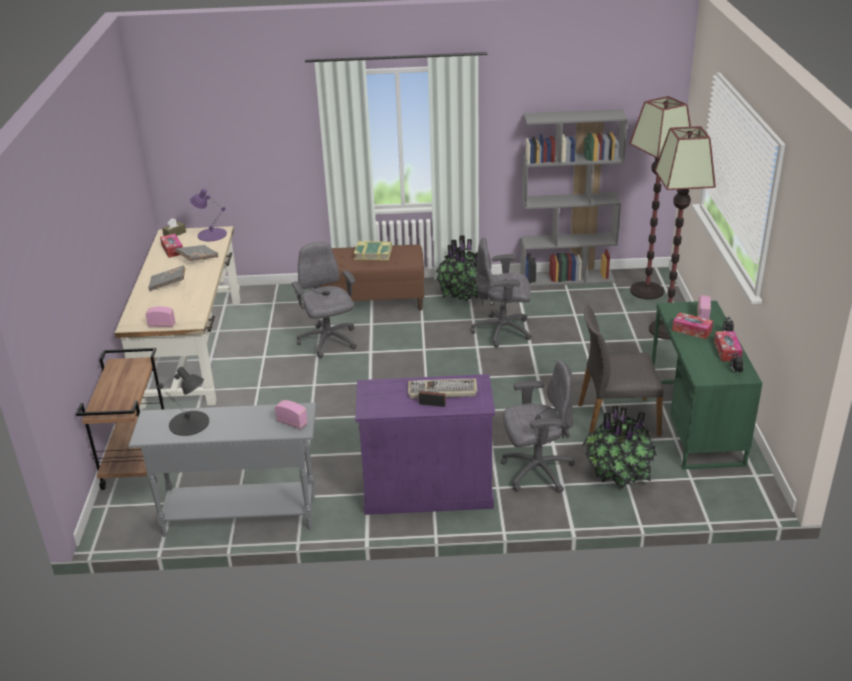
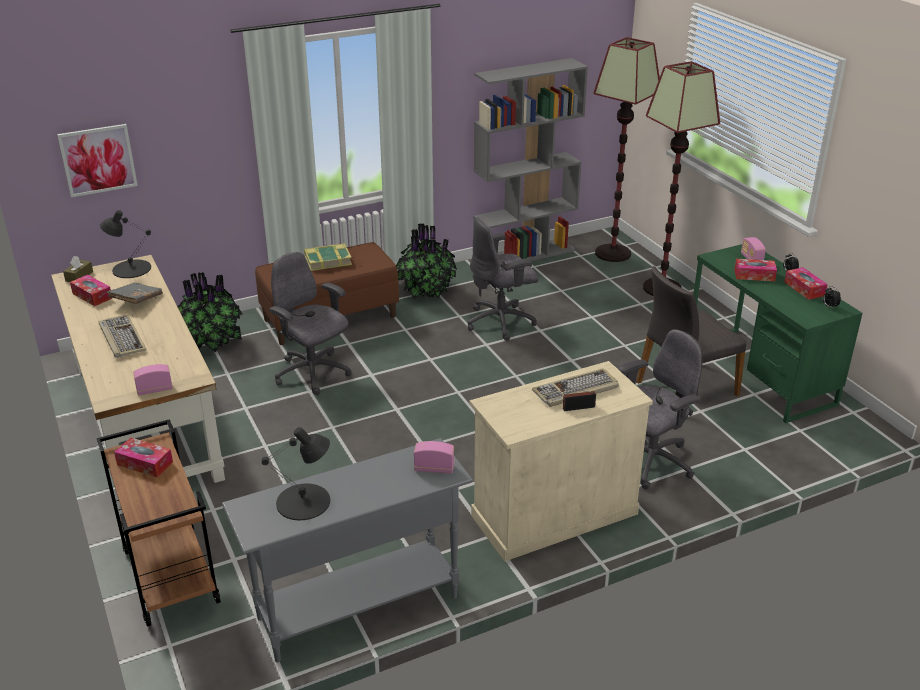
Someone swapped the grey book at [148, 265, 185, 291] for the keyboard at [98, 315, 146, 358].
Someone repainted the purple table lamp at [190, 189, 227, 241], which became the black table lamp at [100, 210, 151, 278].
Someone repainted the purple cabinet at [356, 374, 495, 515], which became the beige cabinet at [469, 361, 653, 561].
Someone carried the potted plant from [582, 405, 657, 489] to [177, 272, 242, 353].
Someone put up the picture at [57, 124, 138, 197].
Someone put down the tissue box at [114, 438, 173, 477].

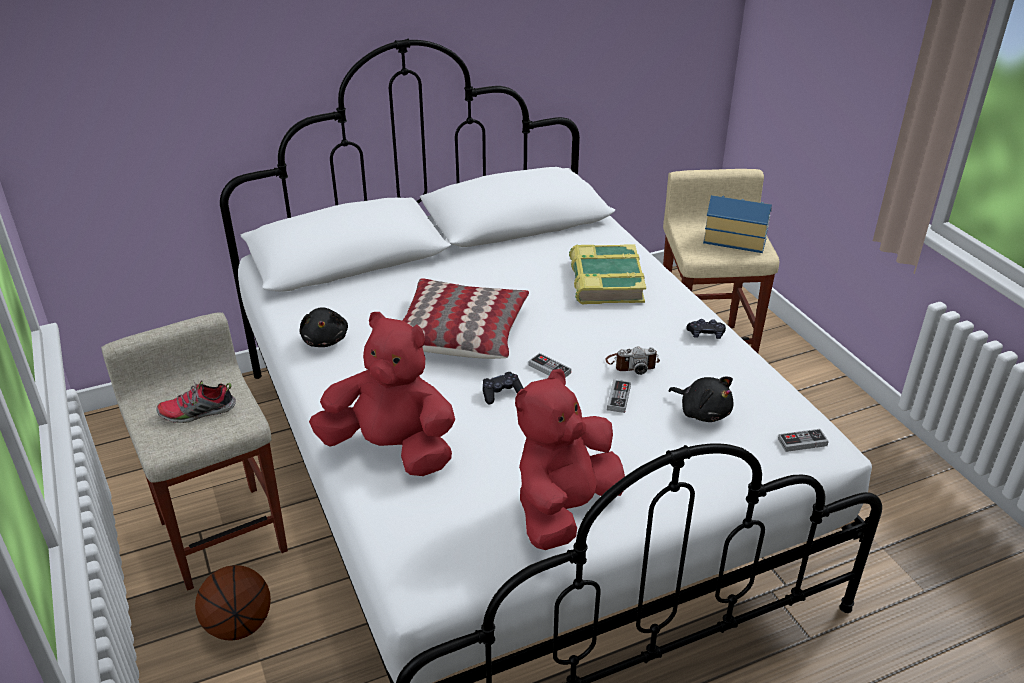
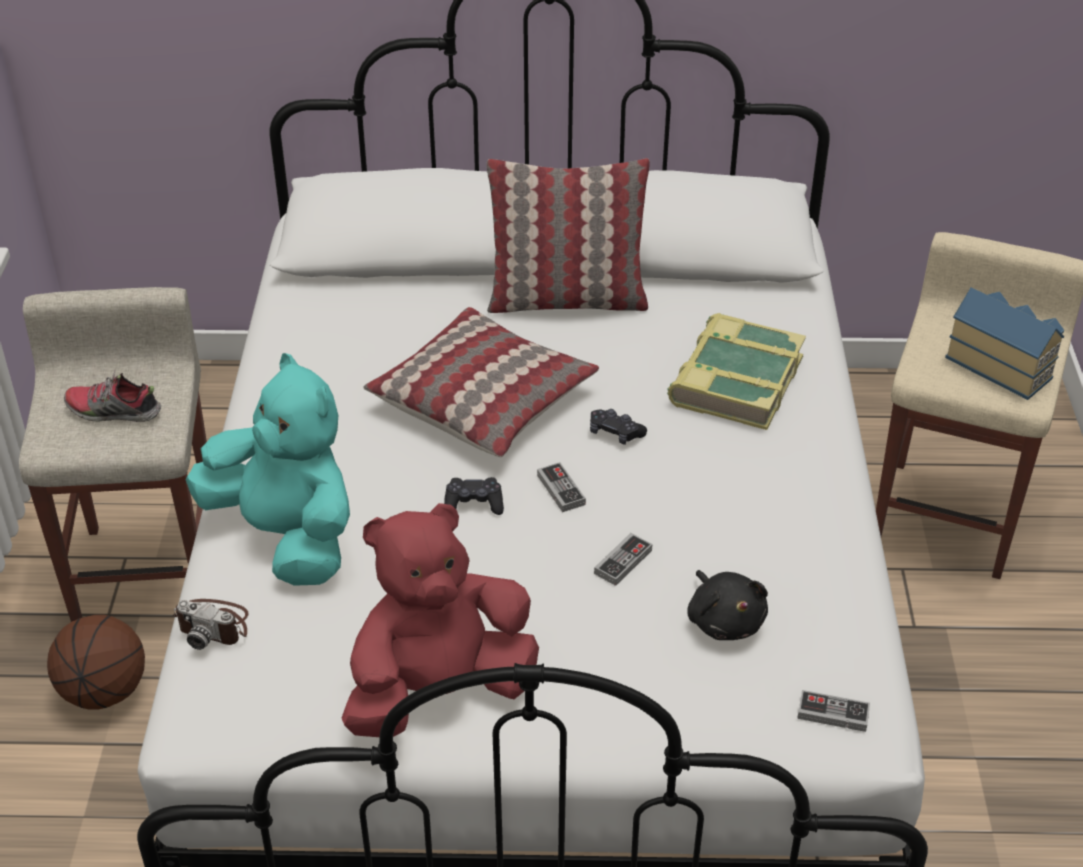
Someone took away the black plush toy at [299, 307, 348, 347].
Someone repainted the red plush toy at [309, 312, 455, 476], which became the turquoise plush toy at [186, 353, 350, 586].
Someone carried the photo camera from [605, 346, 660, 375] to [172, 599, 249, 650].
Someone carried the black game controller from [686, 319, 726, 339] to [590, 409, 647, 445].
Someone put down the pillow at [487, 158, 650, 313].

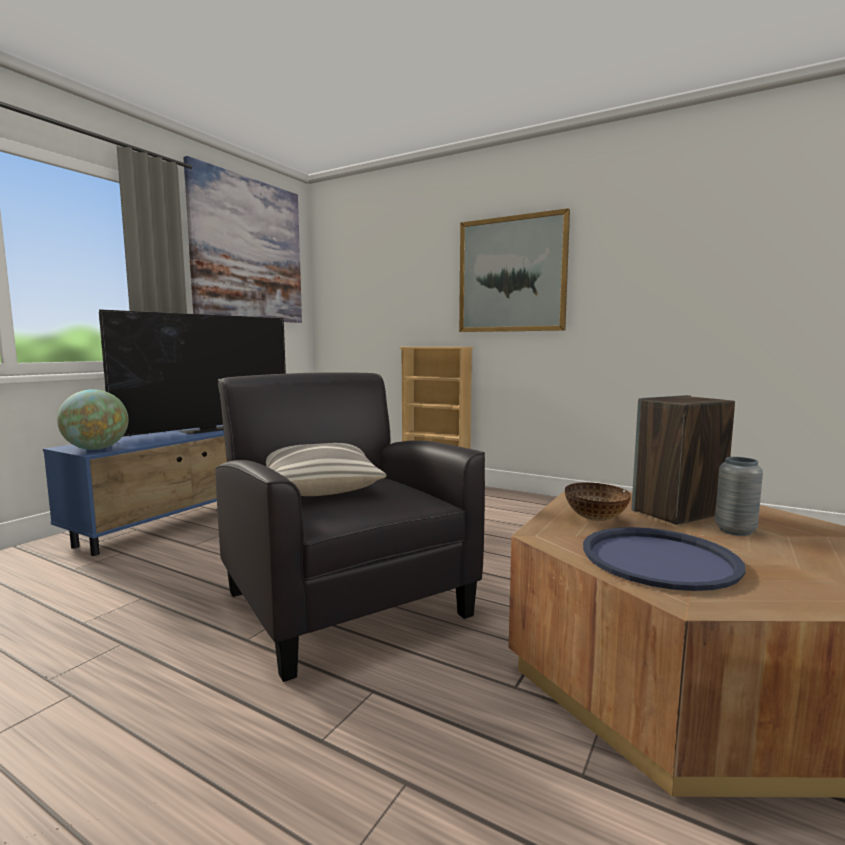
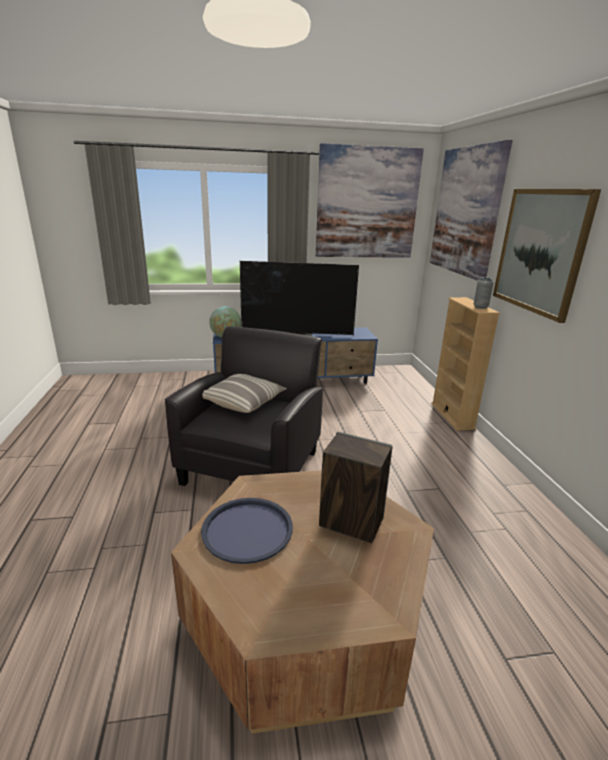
Someone took away the bowl at [565, 482, 631, 521].
Someone carried the grey vase from [715, 457, 763, 536] to [474, 277, 493, 309].
Someone put up the picture at [430, 140, 513, 281].

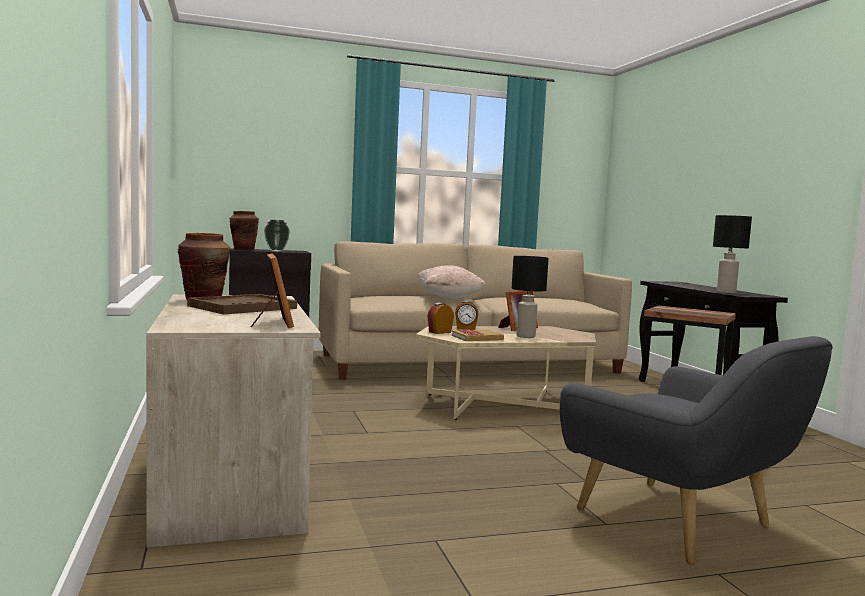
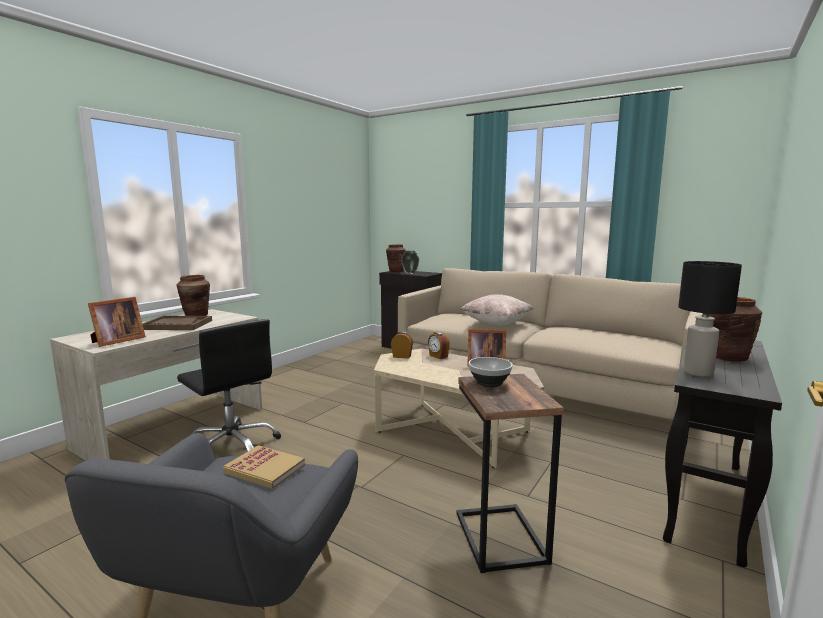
Someone carried the book from [452, 330, 504, 341] to [223, 445, 305, 489].
Someone took away the black table lamp at [512, 256, 549, 338].
Someone put down the black office chair at [177, 319, 281, 451].
Someone put down the bowl at [469, 357, 513, 387].
Someone put down the brown vase at [708, 297, 762, 362].

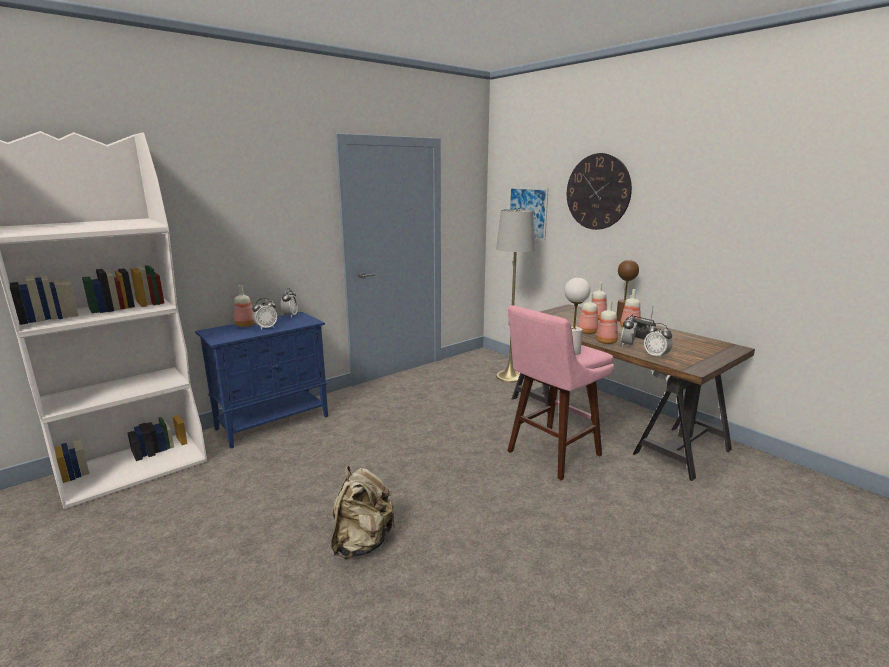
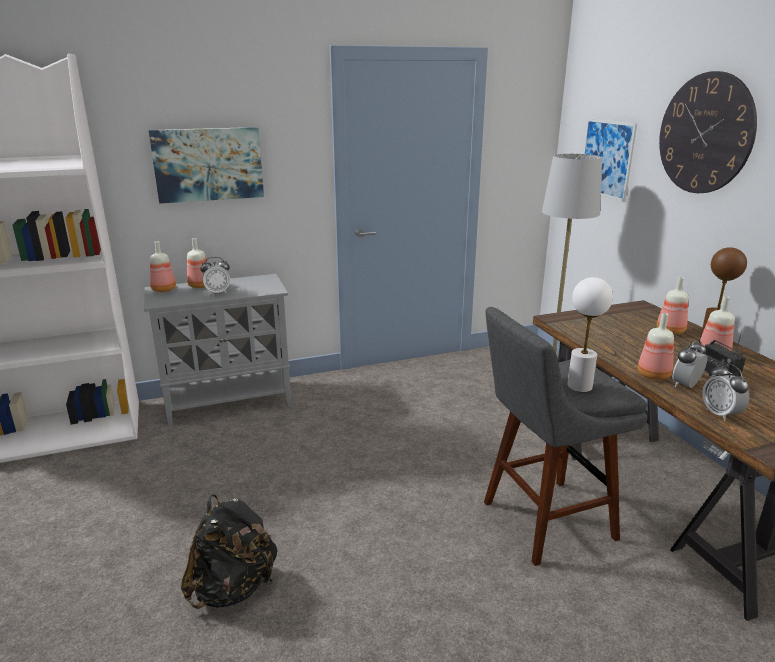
Someone repainted the blue cabinet at [195, 312, 328, 449], which became the grey cabinet at [144, 274, 292, 428].
Someone took away the alarm clock at [281, 288, 298, 318].
Someone repainted the beige backpack at [331, 466, 395, 560], which became the black backpack at [181, 494, 277, 609].
Someone repainted the pink stool at [508, 305, 614, 480], which became the grey stool at [484, 307, 647, 566].
Someone carried the bottle from [578, 293, 598, 334] to [150, 241, 176, 292].
Someone put up the picture at [149, 127, 264, 204].

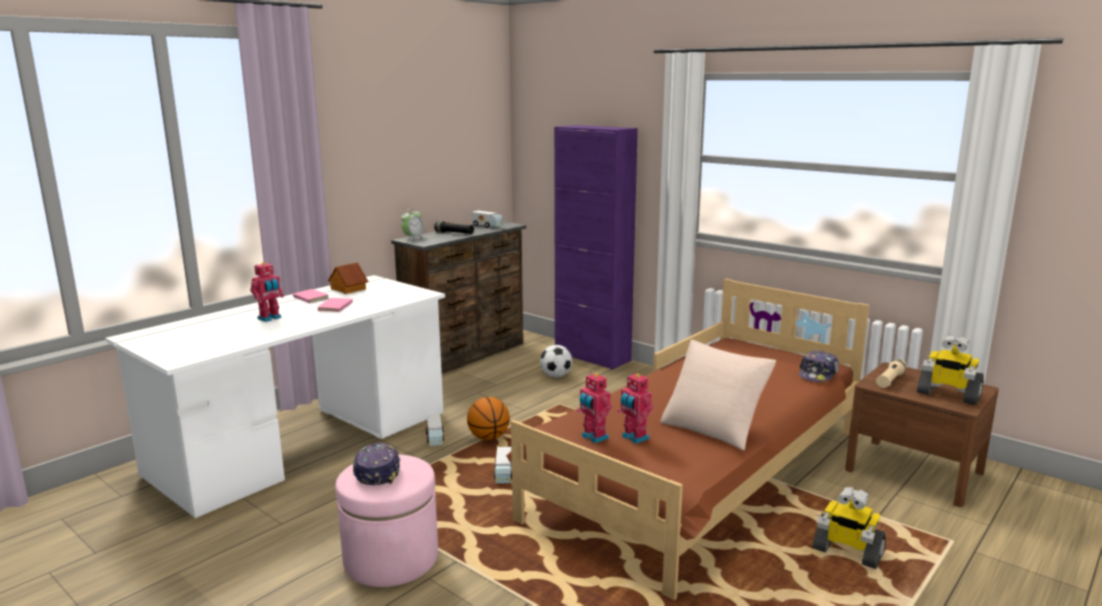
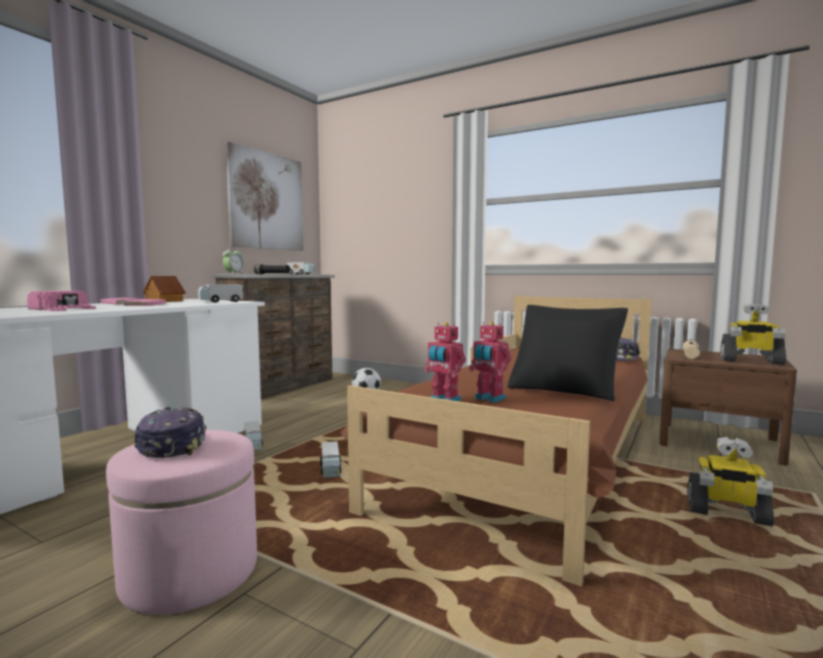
Someone swapped the toy robot at [250, 262, 284, 322] for the pink cap at [27, 291, 96, 311].
Someone took away the basketball at [467, 397, 510, 440].
Someone took away the purple cabinet at [554, 125, 638, 370].
Someone repainted the beige pillow at [660, 340, 776, 451], which became the black pillow at [508, 305, 628, 402].
Someone put down the toy truck at [198, 284, 243, 303].
Someone put up the picture at [225, 141, 304, 251].

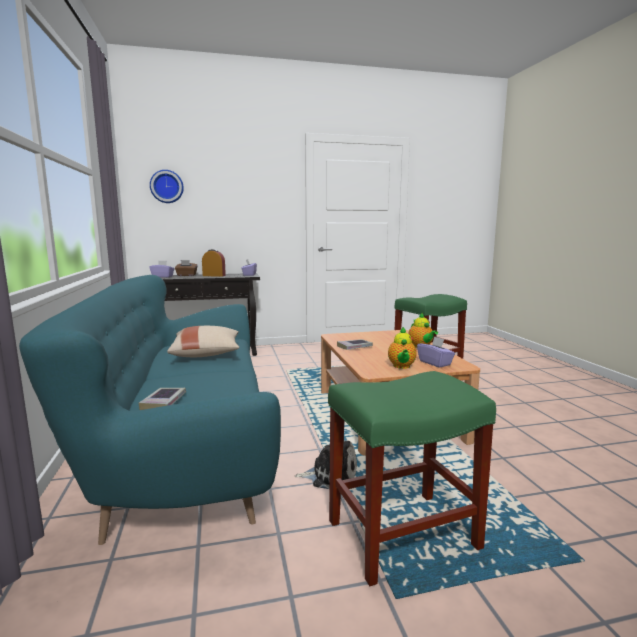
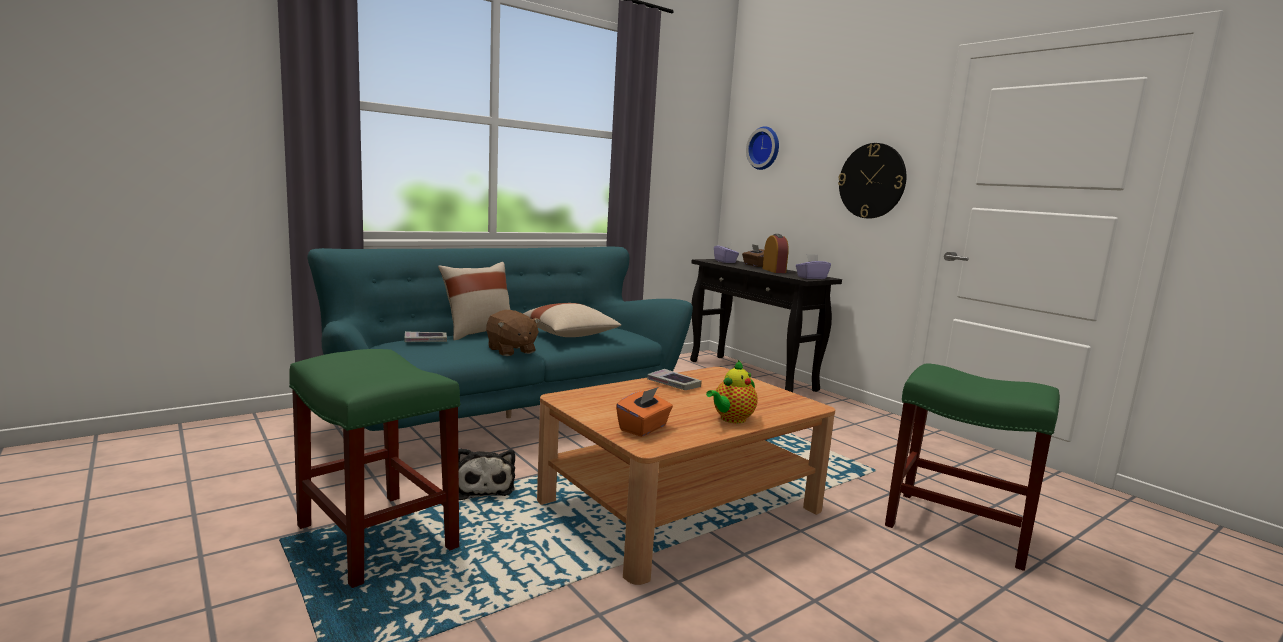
Someone took away the teapot at [388, 327, 417, 369].
Someone repainted the purple tissue box at [417, 336, 455, 368], which became the orange tissue box at [616, 387, 673, 437].
Someone put down the beige pillow at [438, 262, 510, 340].
Someone put down the brown plush toy at [486, 310, 541, 356].
Someone put up the wall clock at [838, 143, 906, 218].

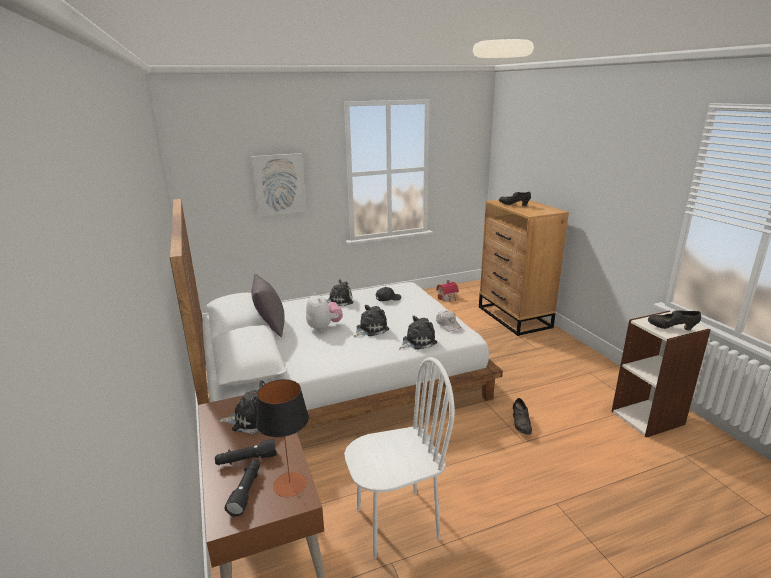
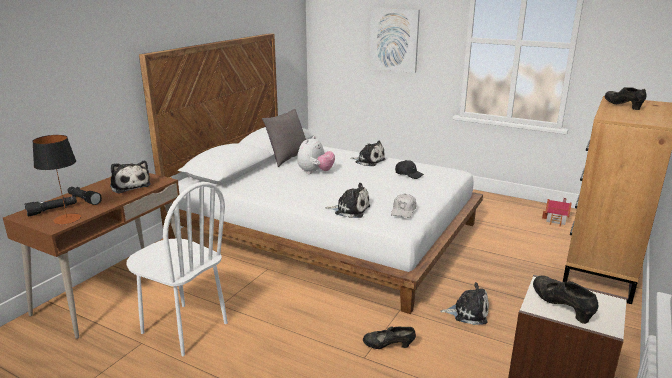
Someone carried the plush toy from [354, 305, 389, 337] to [440, 282, 489, 325].
Someone rotated the black shoe at [513, 398, 532, 435] by 45 degrees clockwise.

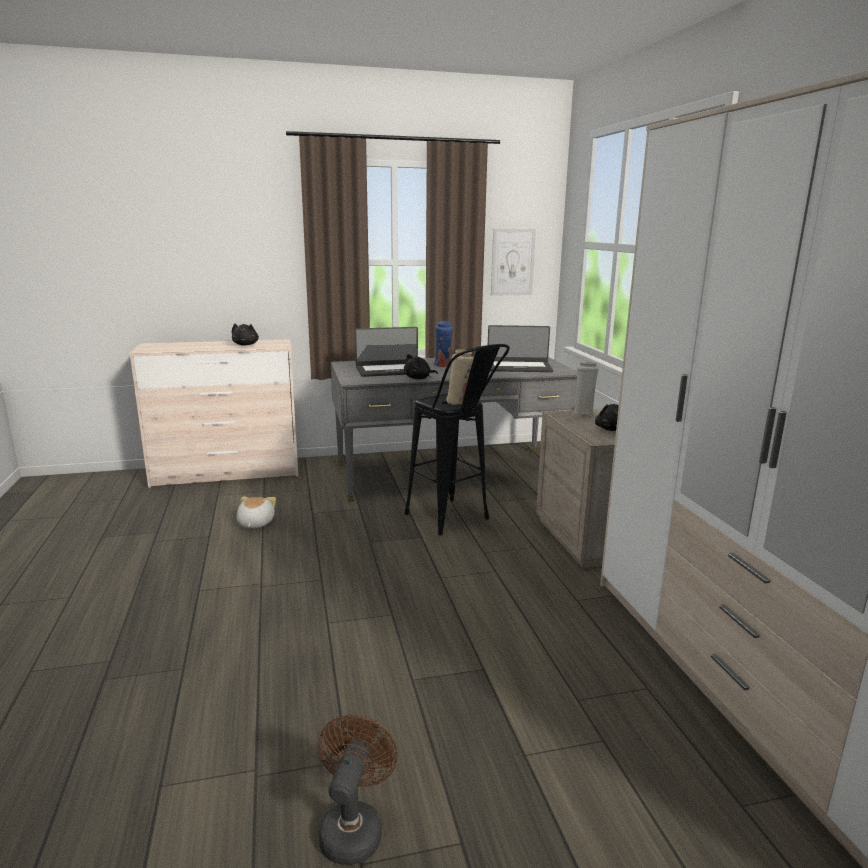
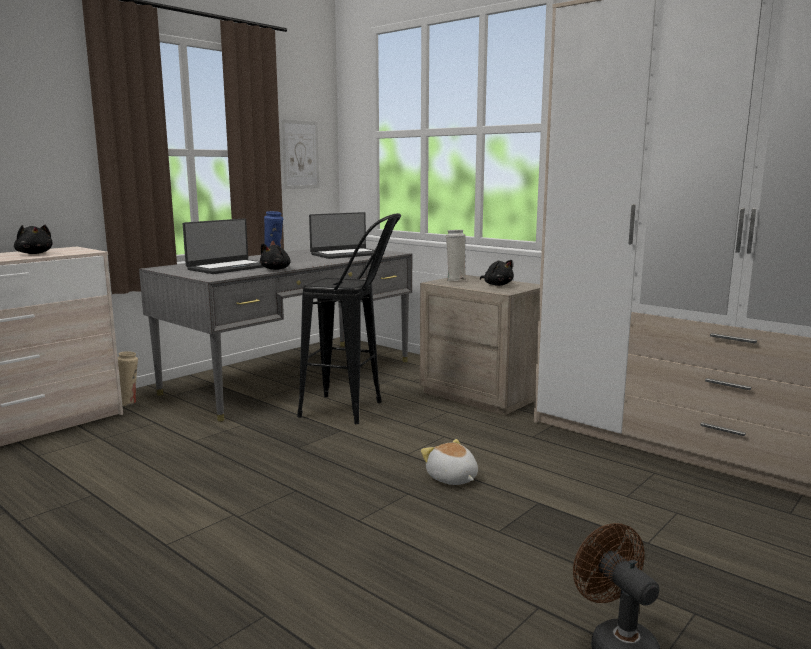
Someone carried the plush toy from [237, 496, 276, 528] to [421, 439, 478, 485].
Someone carried the beige vase from [446, 349, 473, 405] to [118, 351, 138, 406].

